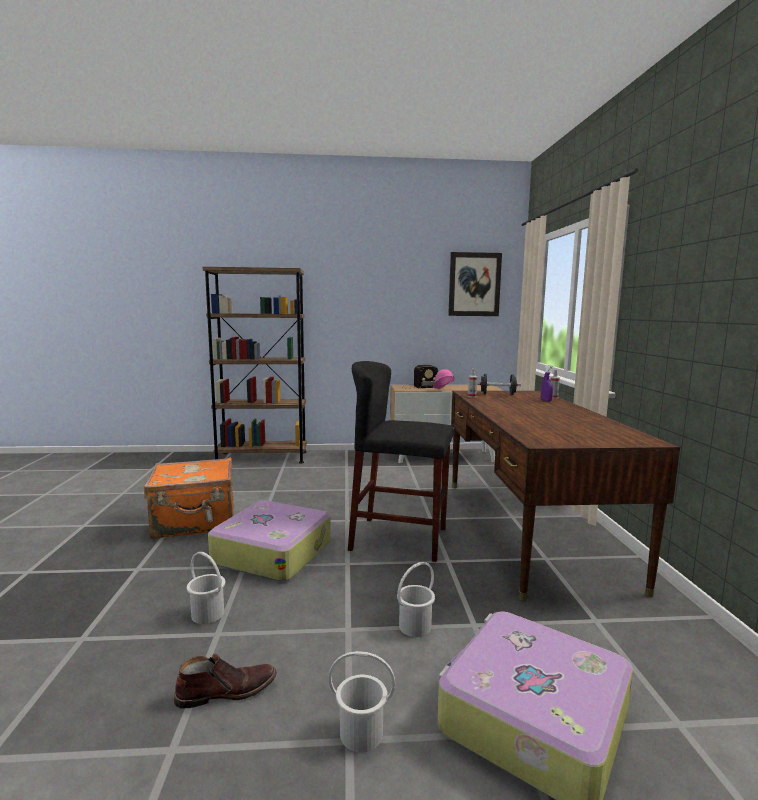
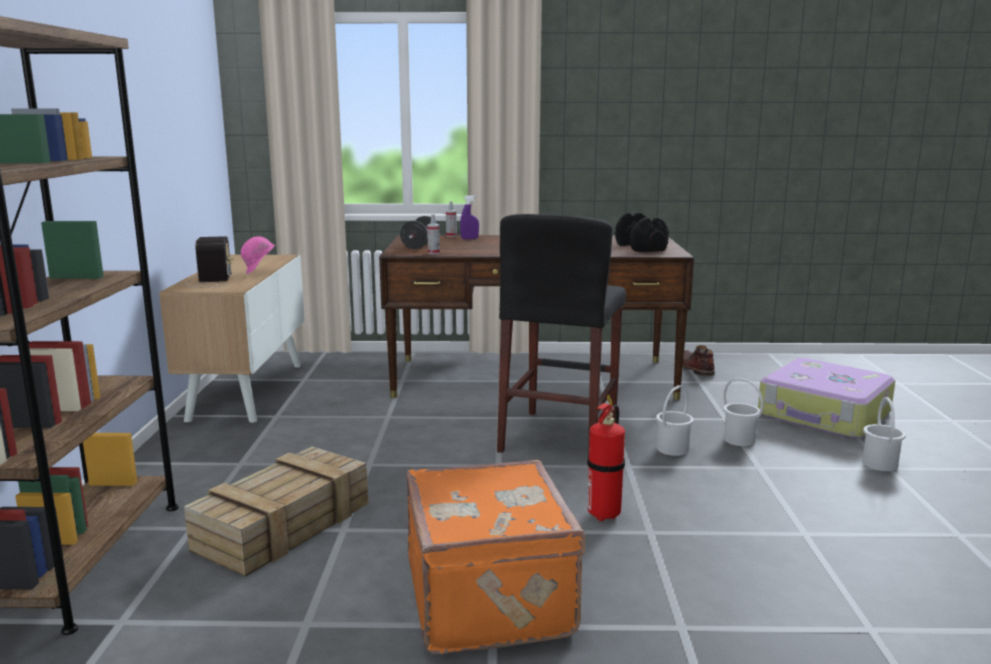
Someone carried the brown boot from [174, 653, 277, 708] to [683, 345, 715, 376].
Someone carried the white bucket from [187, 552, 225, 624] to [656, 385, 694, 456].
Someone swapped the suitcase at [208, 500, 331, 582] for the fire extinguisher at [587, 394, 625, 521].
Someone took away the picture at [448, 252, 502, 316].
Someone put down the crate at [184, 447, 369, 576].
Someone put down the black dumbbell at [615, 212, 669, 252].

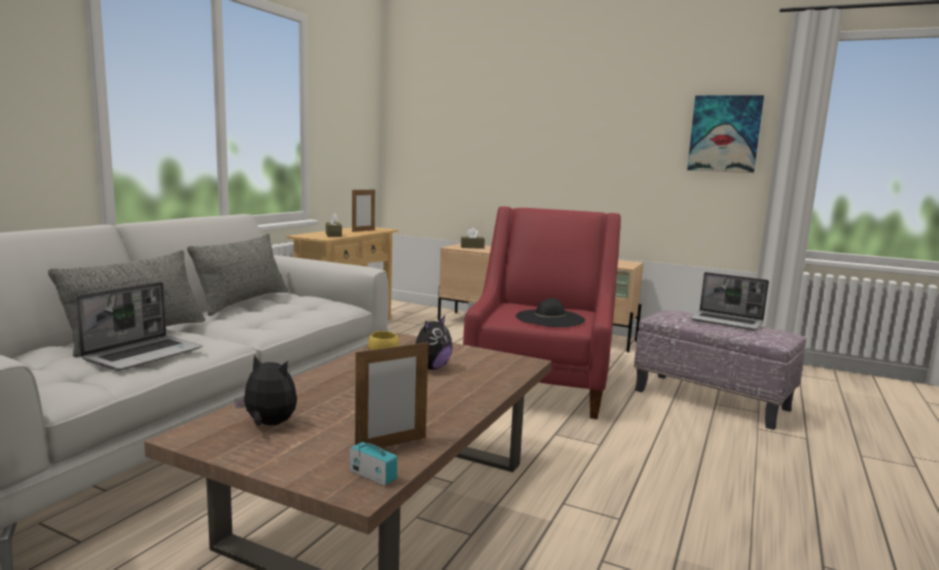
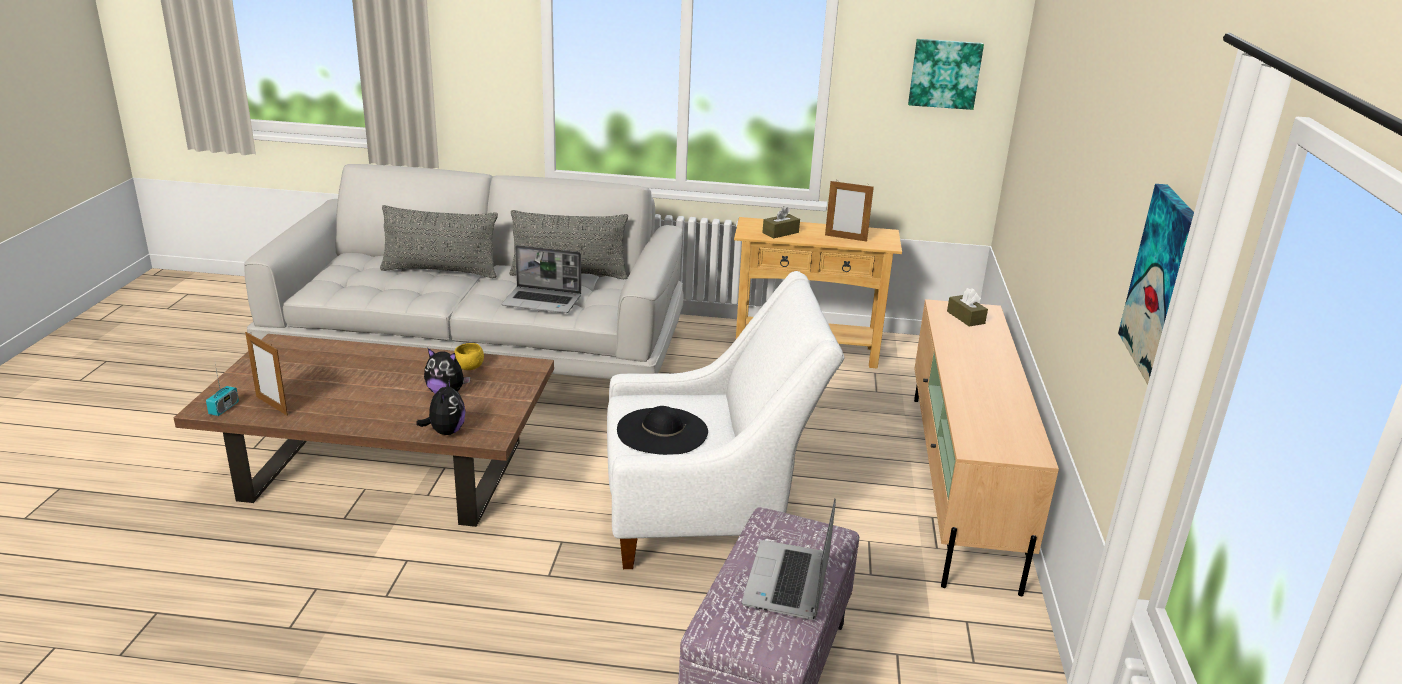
Someone carried the laptop from [76, 282, 203, 371] to [502, 245, 581, 313].
Someone carried the plush toy from [234, 355, 297, 425] to [416, 379, 466, 435].
Someone repainted the red armchair at [463, 206, 621, 419], which became the white armchair at [607, 271, 844, 569].
Someone put up the picture at [908, 39, 984, 110].

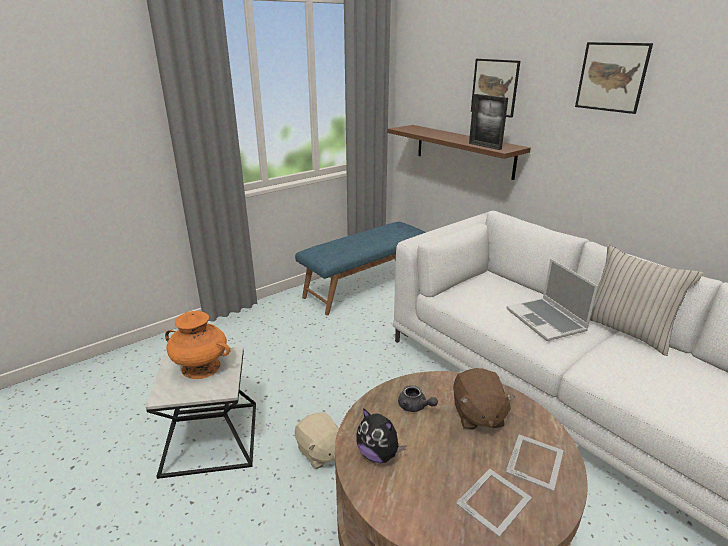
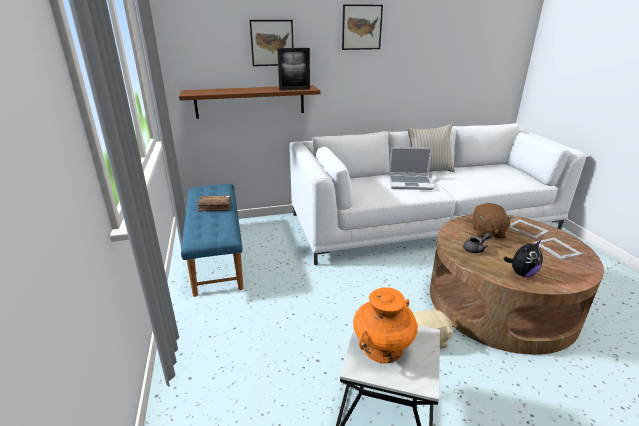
Someone rotated the brown plush toy at [453, 368, 515, 430] by 75 degrees clockwise.
Someone put down the brown book at [197, 195, 231, 212].

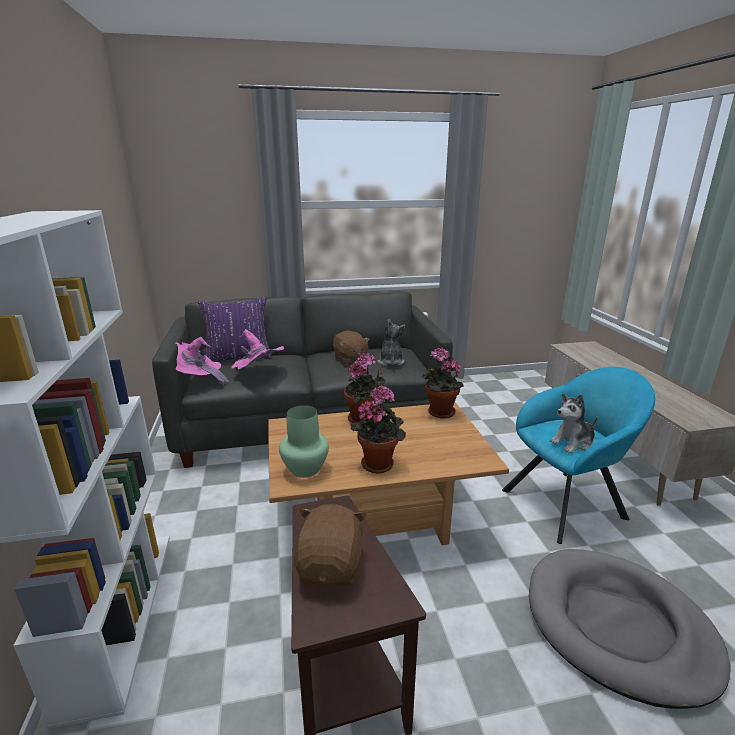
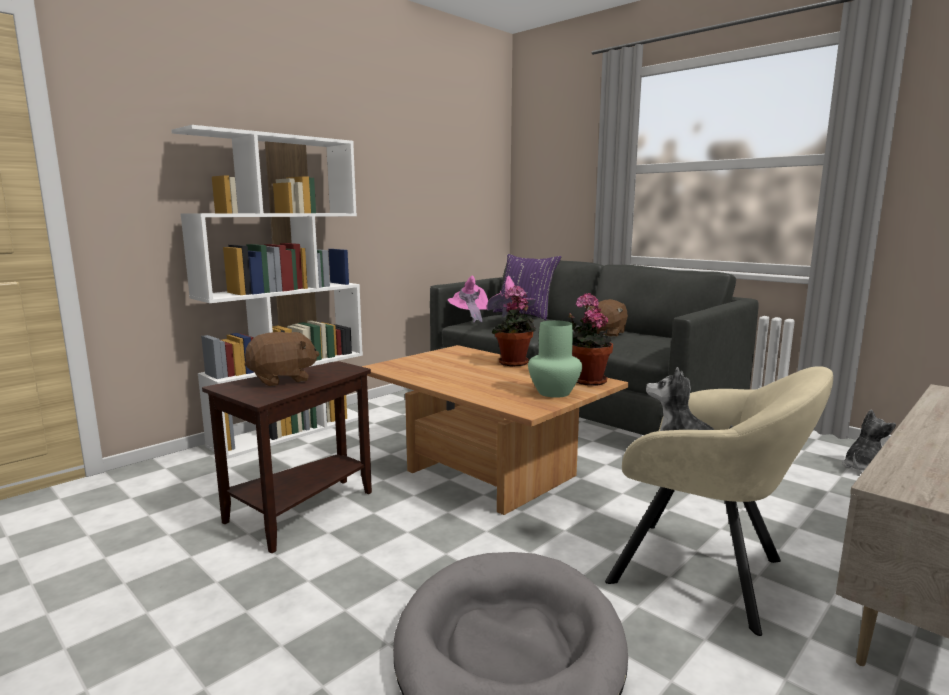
Someone carried the green vase from [279, 405, 329, 478] to [528, 320, 582, 398].
Someone took away the potted plant at [351, 385, 406, 473].
Someone carried the plush toy from [378, 319, 405, 366] to [842, 410, 896, 470].
Someone repainted the turquoise armchair at [502, 367, 655, 544], which became the beige armchair at [605, 366, 833, 636].

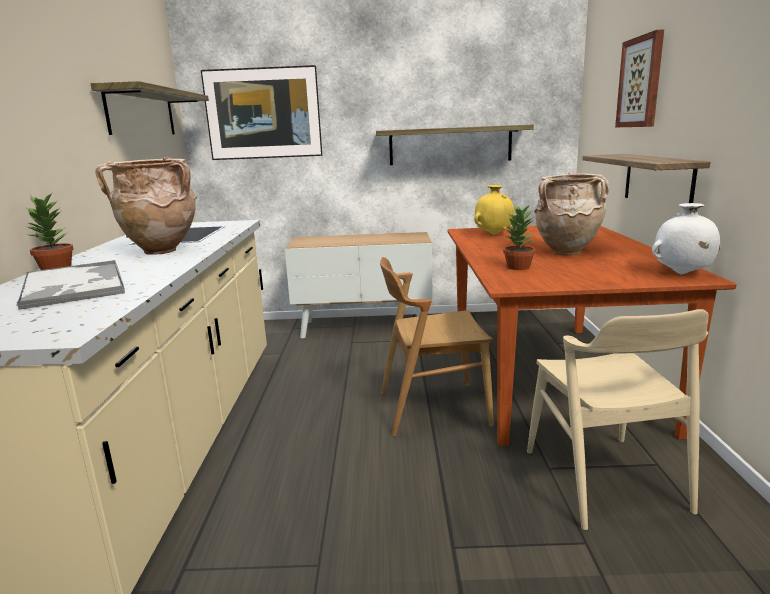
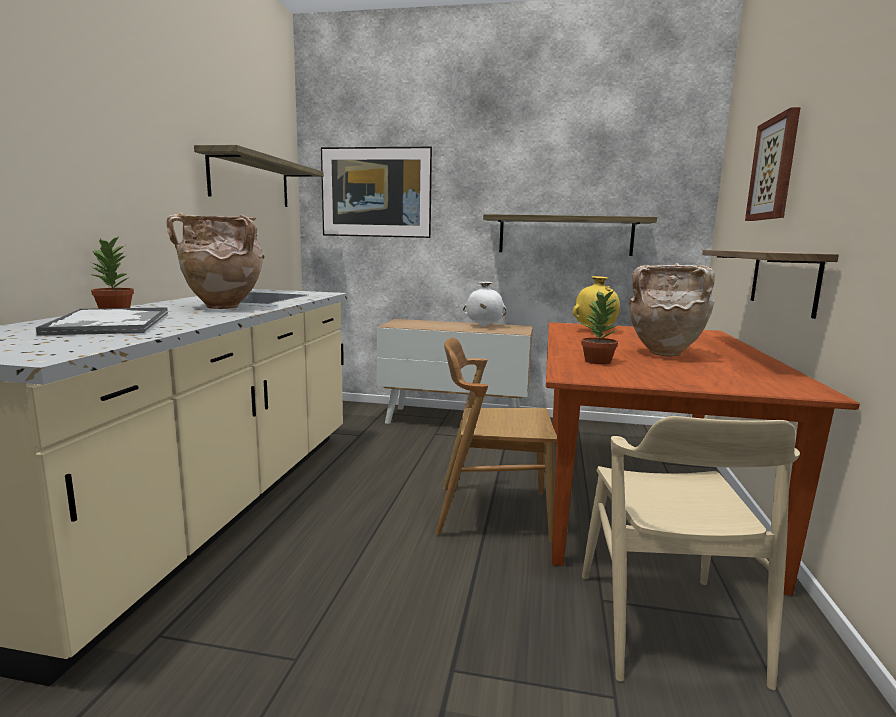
Someone carried the white vase from [652, 203, 720, 274] to [463, 282, 507, 327].

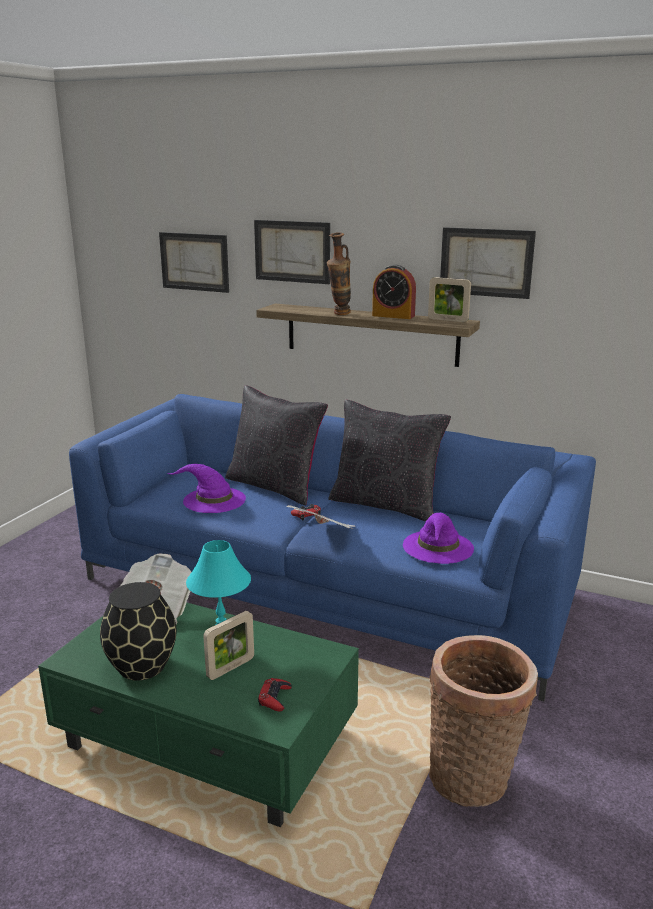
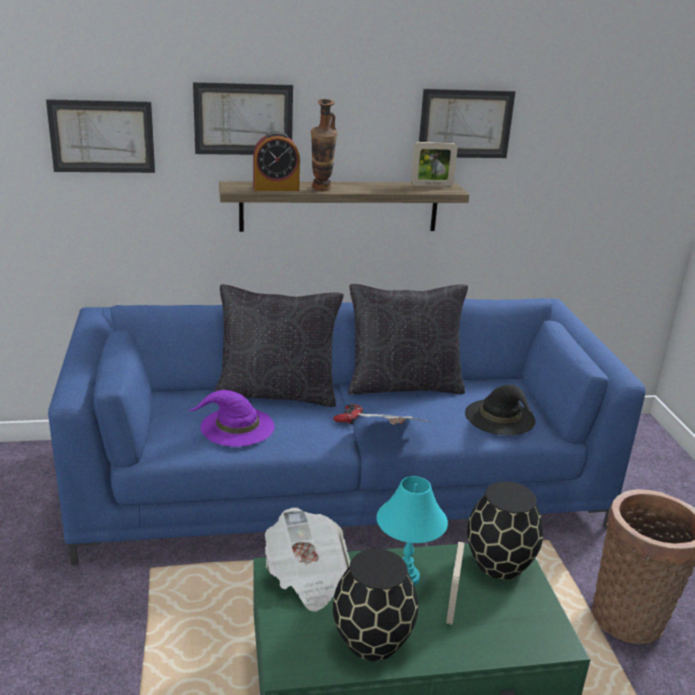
Someone took away the red game controller at [258, 678, 292, 711].
Someone carried the alarm clock from [372, 265, 416, 319] to [253, 131, 300, 191].
Someone repainted the purple hat at [403, 513, 474, 564], which became the black hat at [465, 385, 535, 435].
Someone put down the black vase at [467, 482, 543, 580].

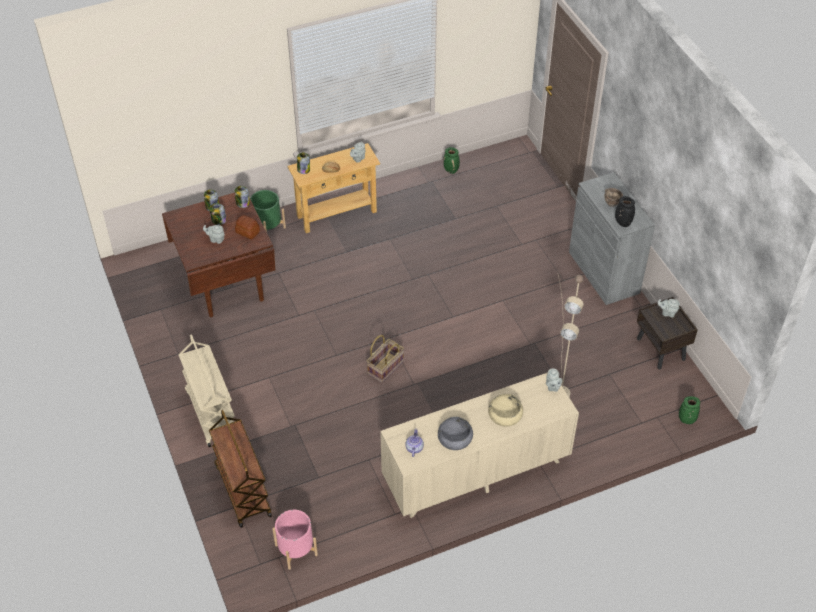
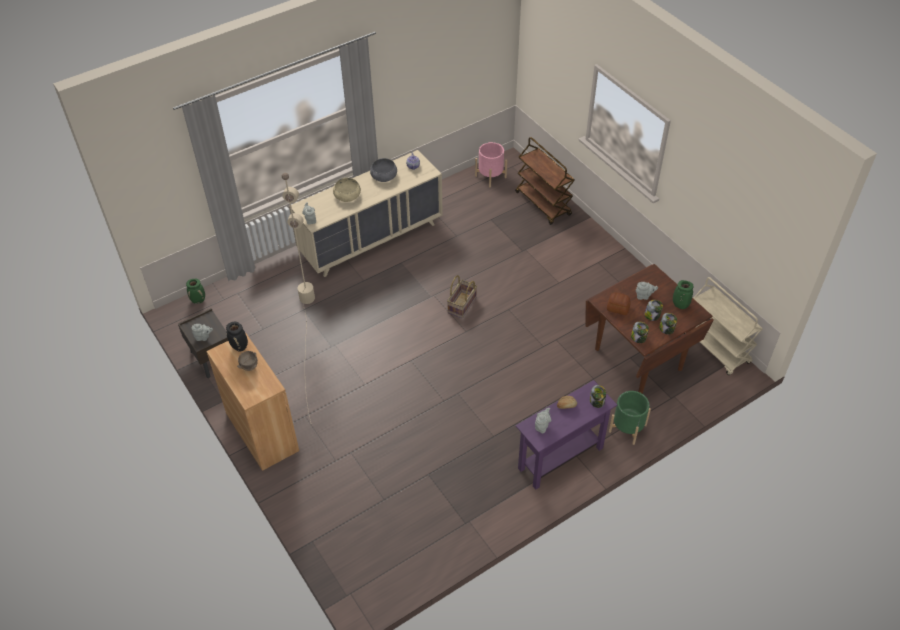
Someone carried the beige cart from [179, 334, 235, 447] to [684, 277, 762, 375].
Someone repainted the beige console table at [287, 143, 380, 233], which became the purple console table at [516, 380, 617, 490].
Someone carried the green vase from [443, 147, 460, 174] to [673, 280, 694, 309].
Someone repainted the grey cabinet at [569, 172, 655, 305], which became the brown cabinet at [206, 332, 299, 471].

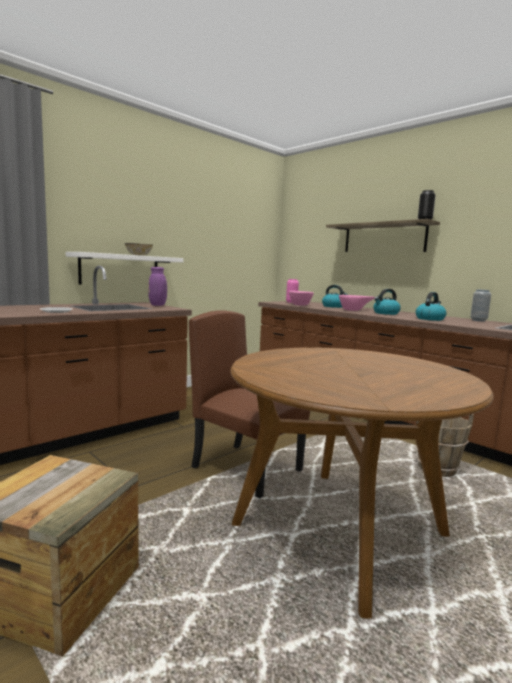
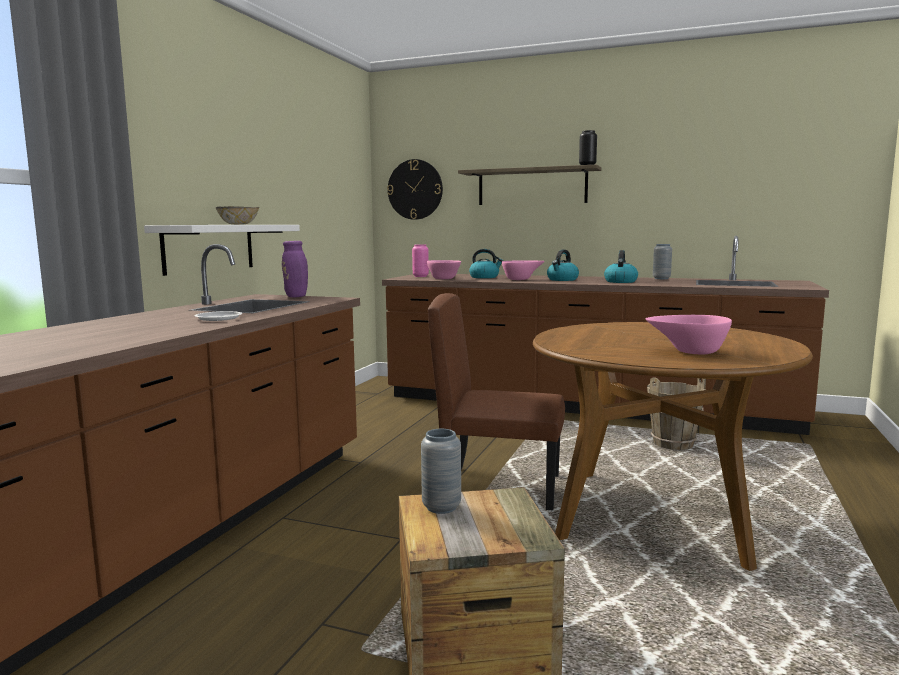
Someone put up the wall clock at [387, 159, 443, 220].
Someone put down the grey vase at [421, 429, 461, 514].
Someone put down the pink bowl at [646, 315, 732, 354].

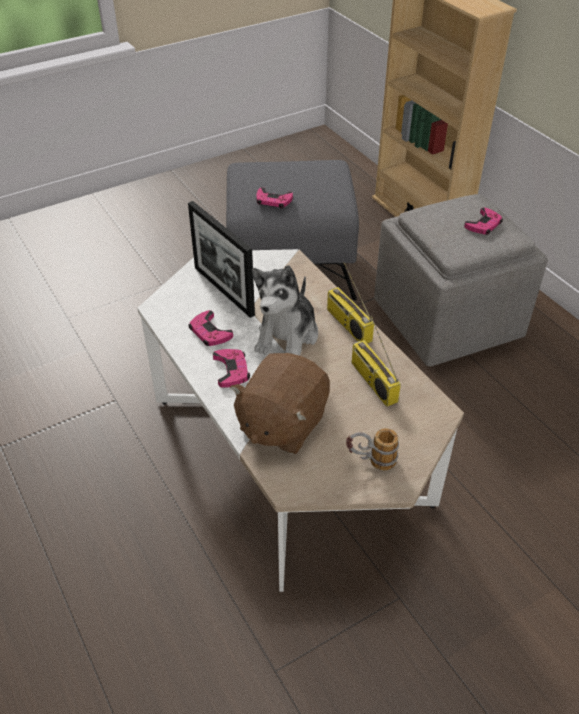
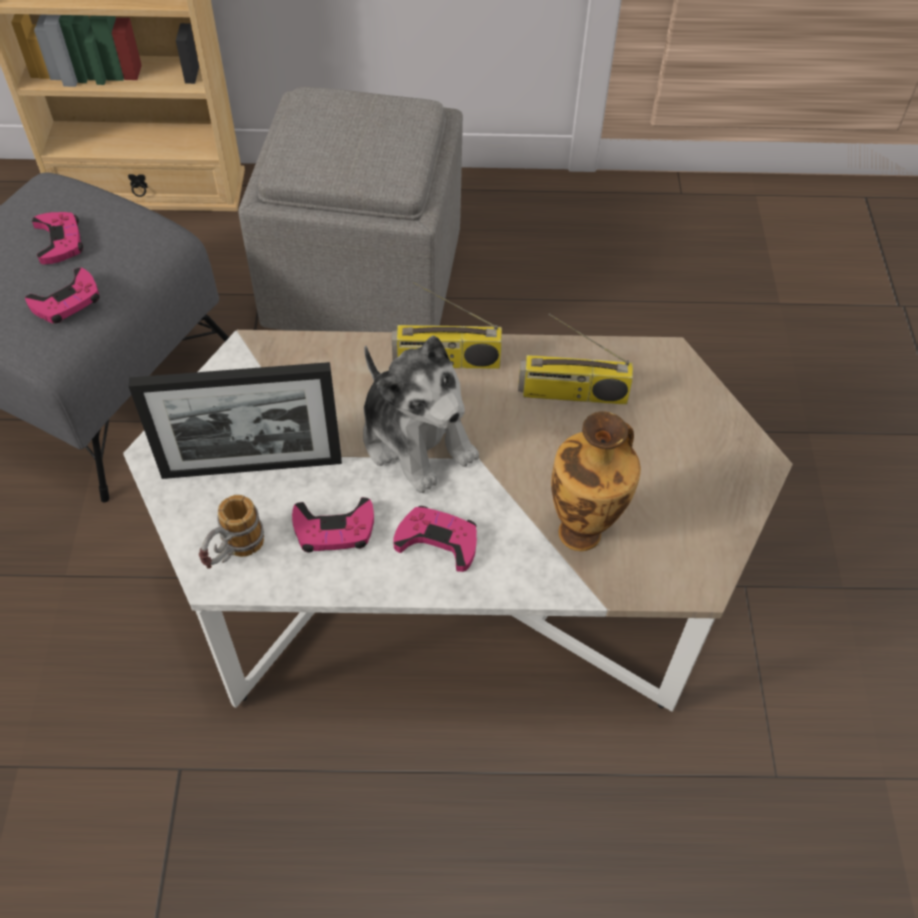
Someone swapped the brown plush toy at [230, 353, 330, 454] for the vase at [551, 411, 641, 551].
Someone carried the mug from [346, 428, 399, 470] to [199, 495, 264, 569].
Someone carried the pink game controller from [464, 208, 503, 235] to [32, 212, 83, 264].

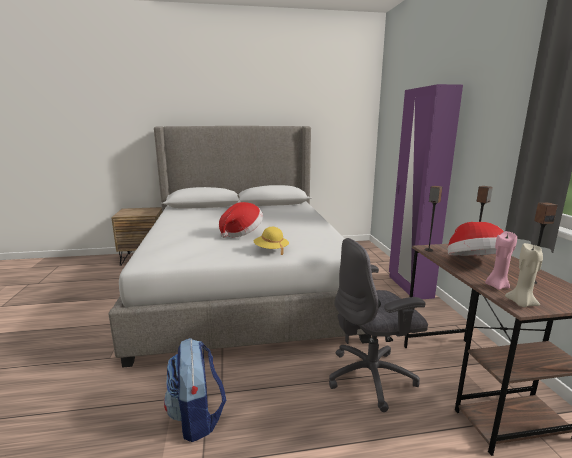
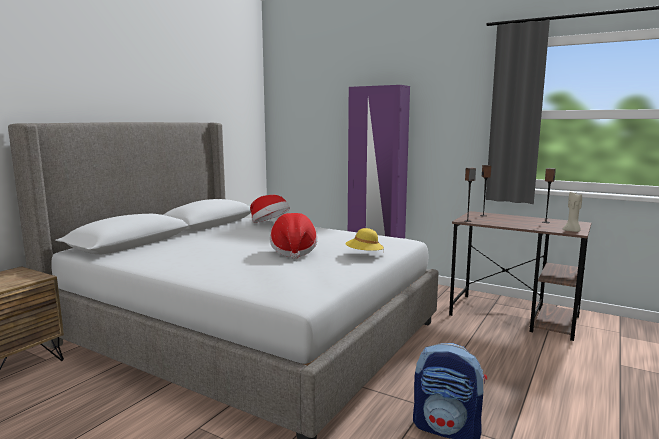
Someone took away the grey office chair at [329, 238, 428, 412].
Someone carried the hat from [448, 222, 504, 256] to [250, 195, 290, 223].
Someone took away the pink candle at [485, 231, 517, 290].

